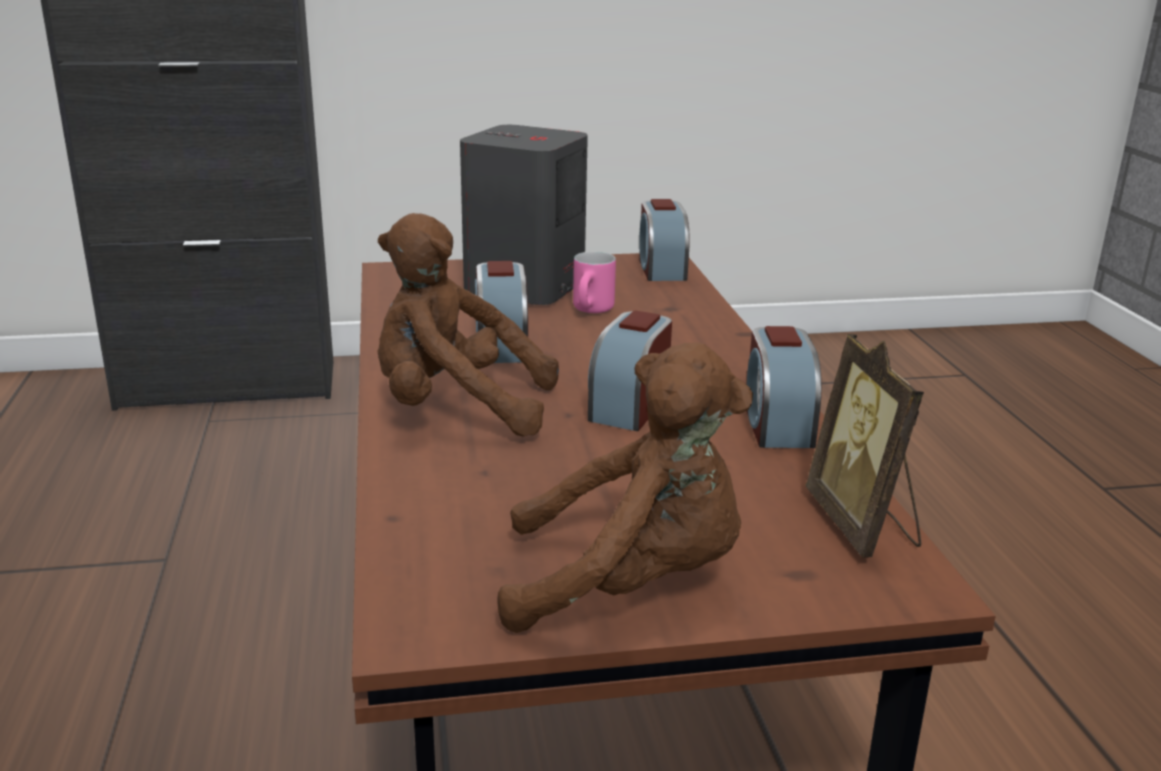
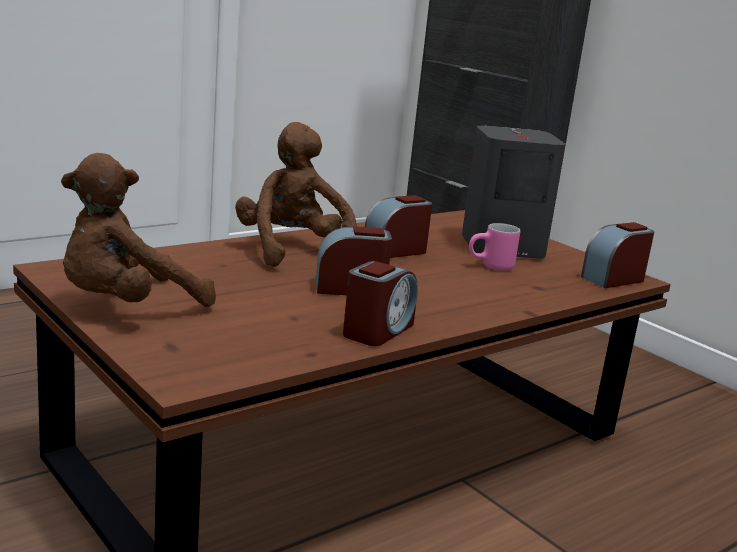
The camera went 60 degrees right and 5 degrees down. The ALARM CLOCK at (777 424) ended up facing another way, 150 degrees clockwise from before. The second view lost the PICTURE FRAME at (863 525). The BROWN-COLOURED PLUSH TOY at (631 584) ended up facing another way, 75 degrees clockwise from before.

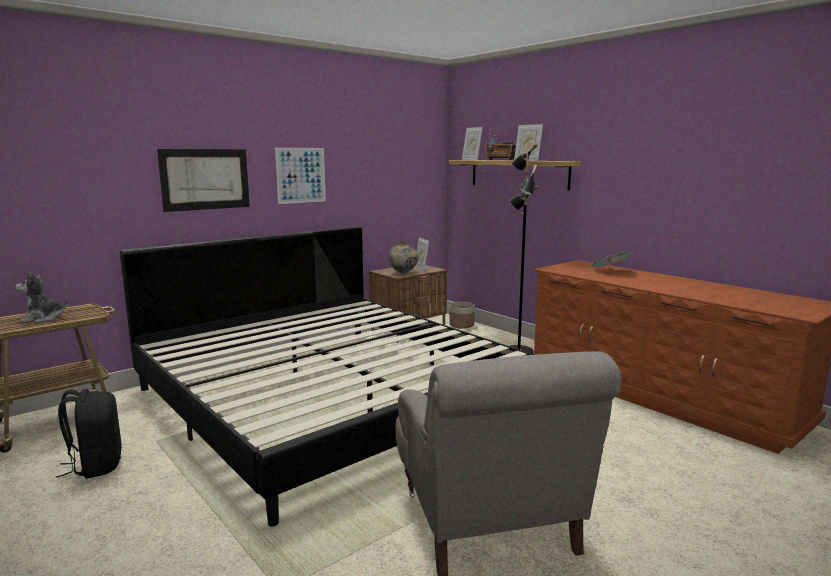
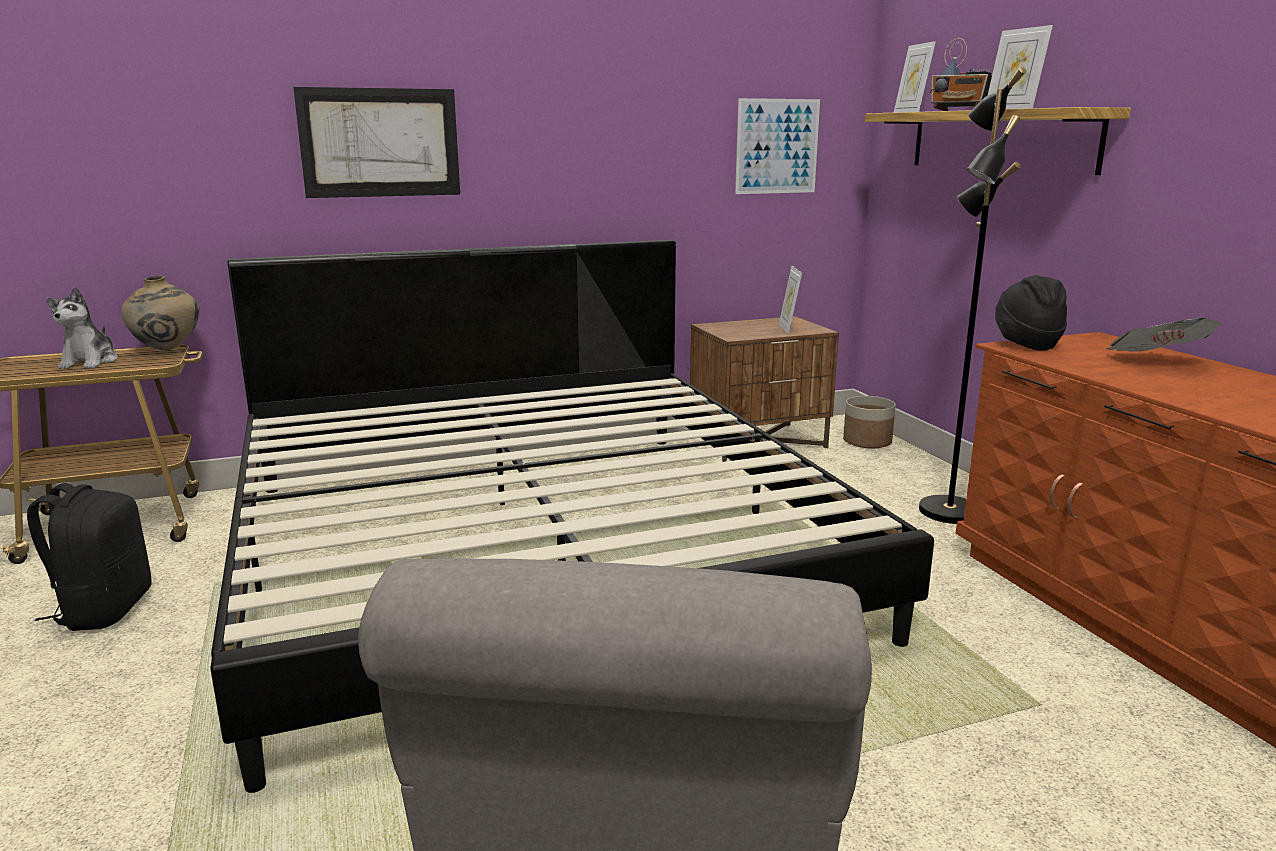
The camera went 20 degrees right and 5 degrees up. The PICTURE ended up elsewhere, having gone from (301 175) to (777 146). The BEIGE FLOWER VASE ended up elsewhere, having gone from (403 273) to (168 350). The PLUSH TOY at (43 318) ended up facing another way, 105 degrees counterclockwise from before. The second view gained the BLACK WEARABLE HAT at (1025 344).

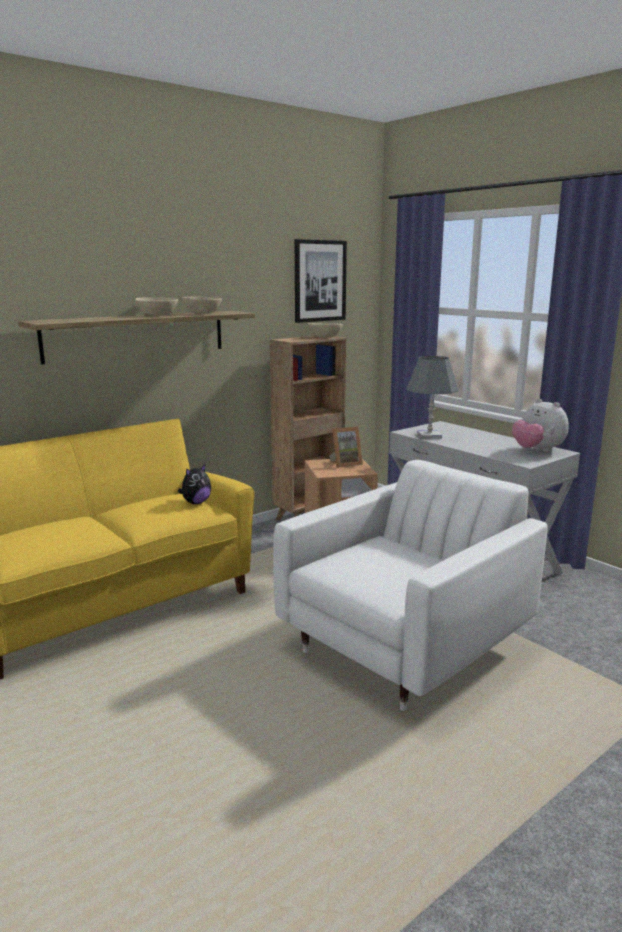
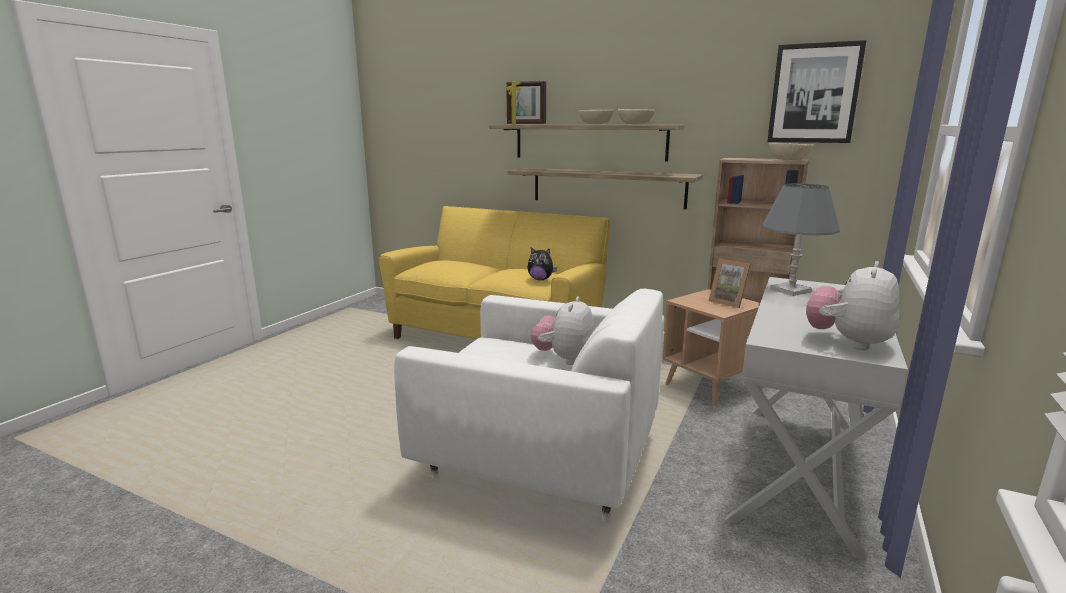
The camera went 65 degrees right and 0 degrees up. The second view gained the PICTURE FRAME at (526 124). The second view gained the BRACKET SHELF at (607 187). The second view gained the PLUSH TOY at (564 359).

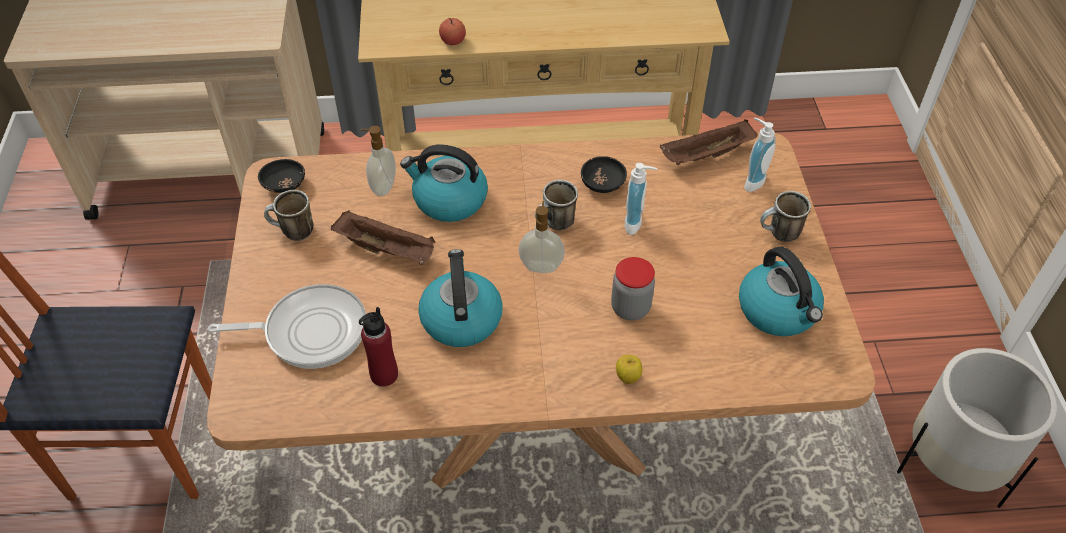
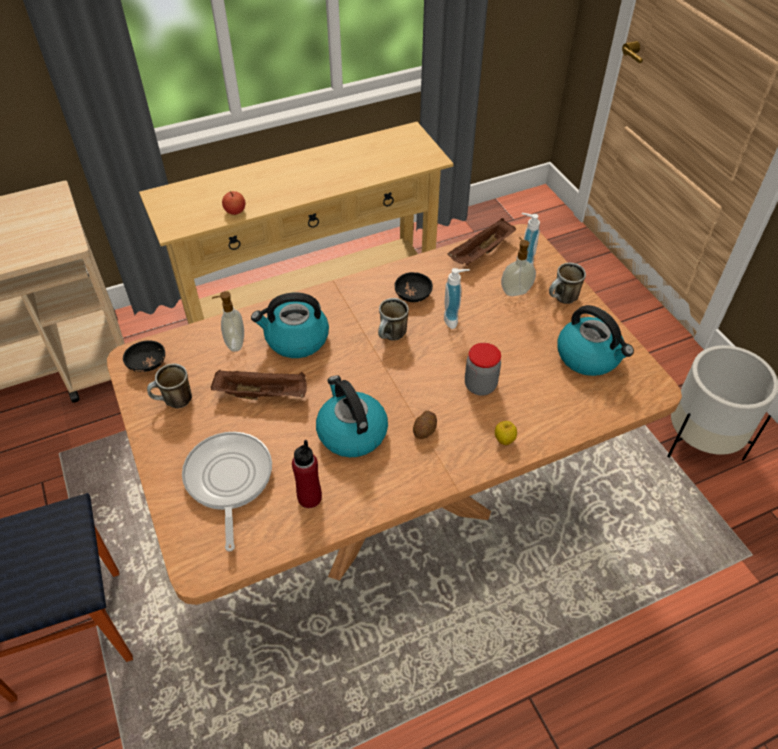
The camera went 20 degrees left and 0 degrees up. The LIQUID SOAP BOTTLE ended up elsewhere, having gone from (541 266) to (515 291). The SKILLET at (310 331) ended up facing another way, 75 degrees counterclockwise from before. The second view gained the SPUD at (425 430).

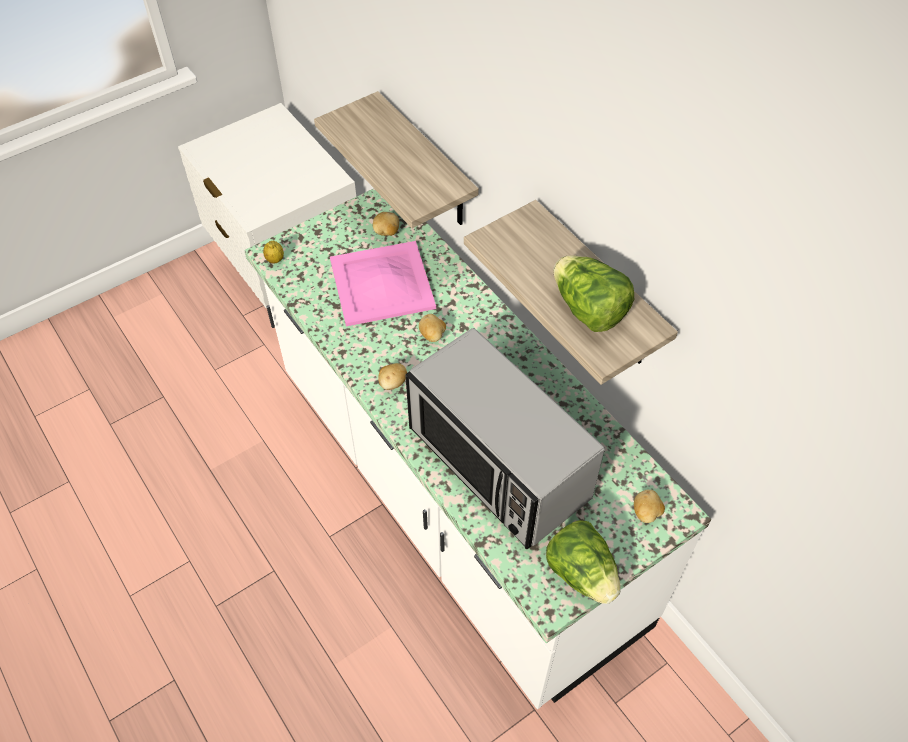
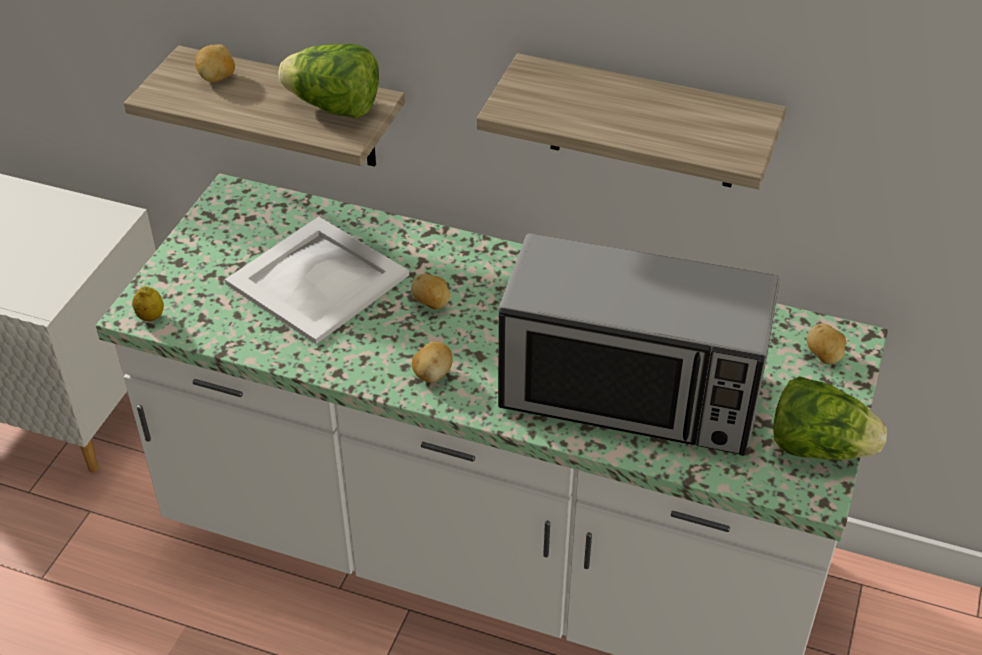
The camera went 35 degrees left and 10 degrees down. The SPUD ended up elsewhere, having gone from (386 232) to (217 78). What was the PINK CARRYING TRAY at (381 283) turned into the WHITE-COLOURED CARRYING TRAY at (316 279). The HEAD OF LETTUCE ended up elsewhere, having gone from (588 310) to (334 107).

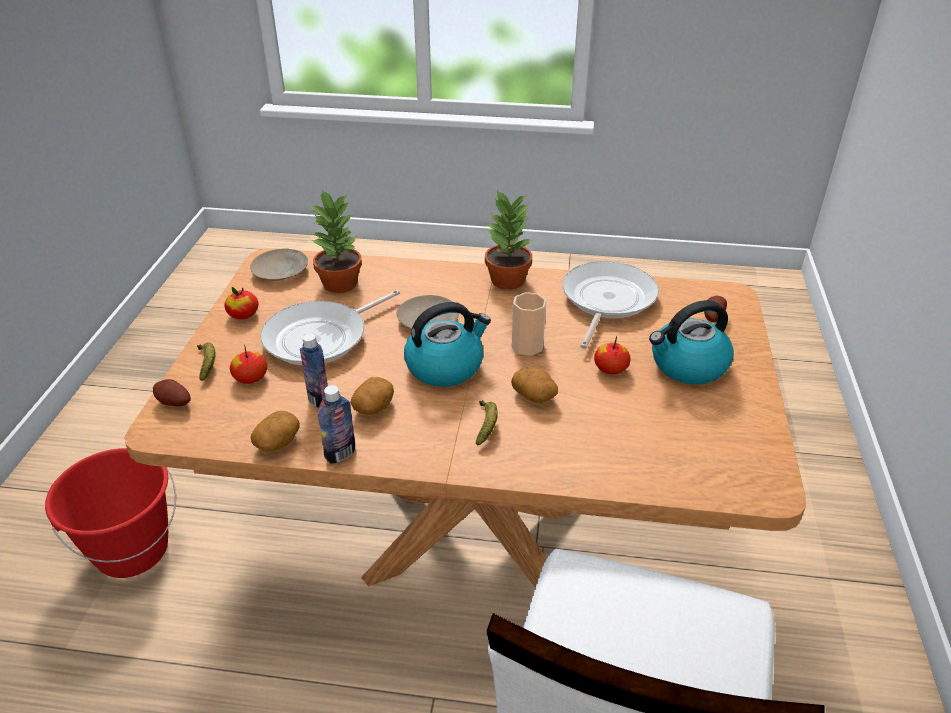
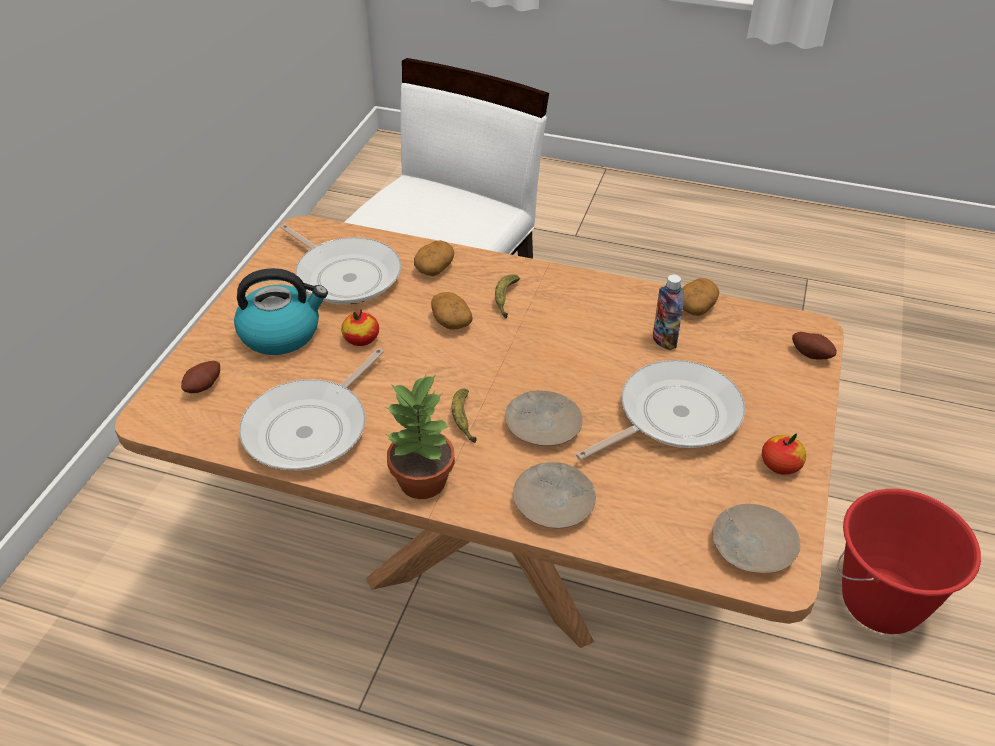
The camera went 170 degrees left and 5 degrees up. The second view lost the POTTED PLANT at (340 283). The second view lost the CUP at (527 346). The second view lost the WATER KETTLE at (445 366). The BANANA FRUIT ended up elsewhere, having gone from (207 364) to (463 419). The second view lost the APPLE FRUIT at (250 377). The SPUD ended up elsewhere, having gone from (373 407) to (434 268). The second view lost the BEVERAGE BOTTLE at (340 454). The second view gained the SKILLET at (345 275). The second view gained the BEIGE FLAT DISH at (554 501).

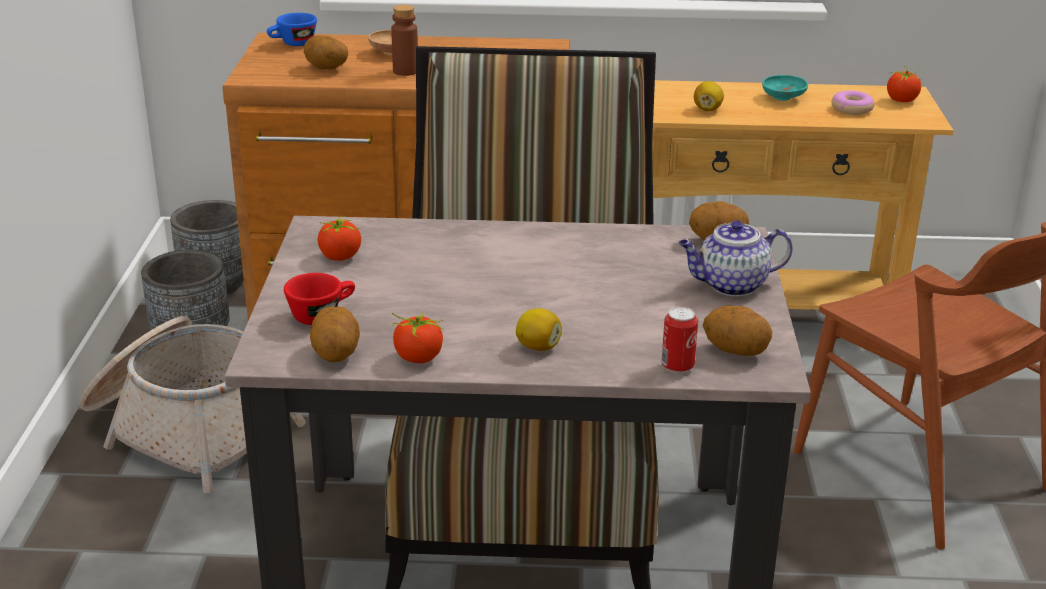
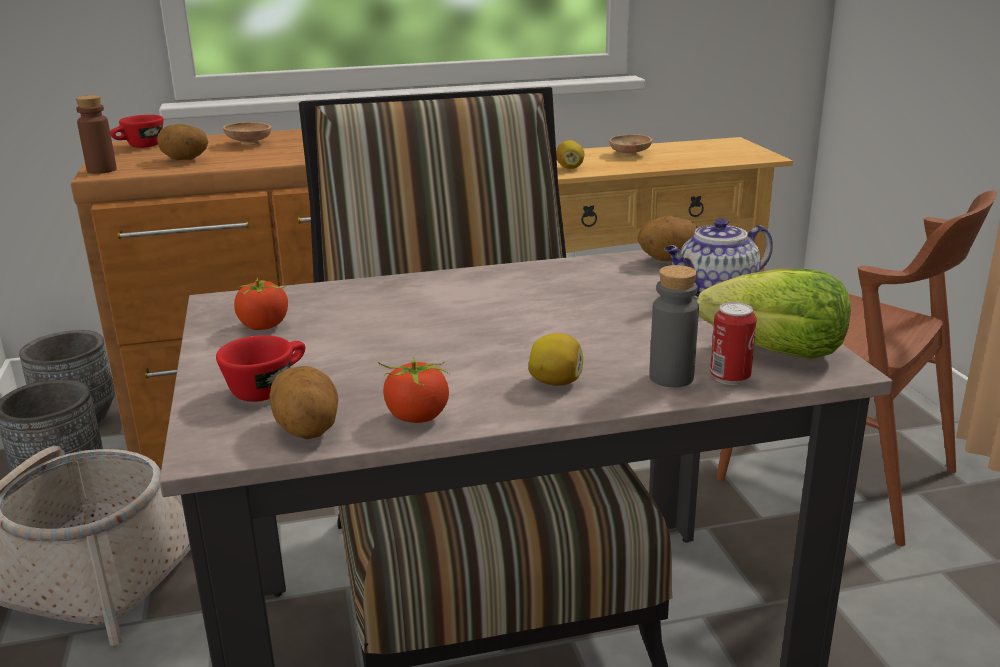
The camera went 15 degrees left and 5 degrees down. The BROWN-COLOURED BEVERAGE BOTTLE ended up elsewhere, having gone from (405 71) to (102 170). What was the BLUISH CUP at (293 44) turned into the RED-COLOURED CUP at (140 147). The second view lost the WHOLE TOMATO at (901 100). What was the TURQUOISE SERVING BOWL at (783 98) turned into the BROWN-COLOURED SERVING BOWL at (630 154). The second view lost the DOUGHNUT at (852 109). Where the SPUD stood at (735 351), the HEAD OF LETTUCE came to stand at (777 352). The second view gained the GREY BEVERAGE BOTTLE at (671 377).

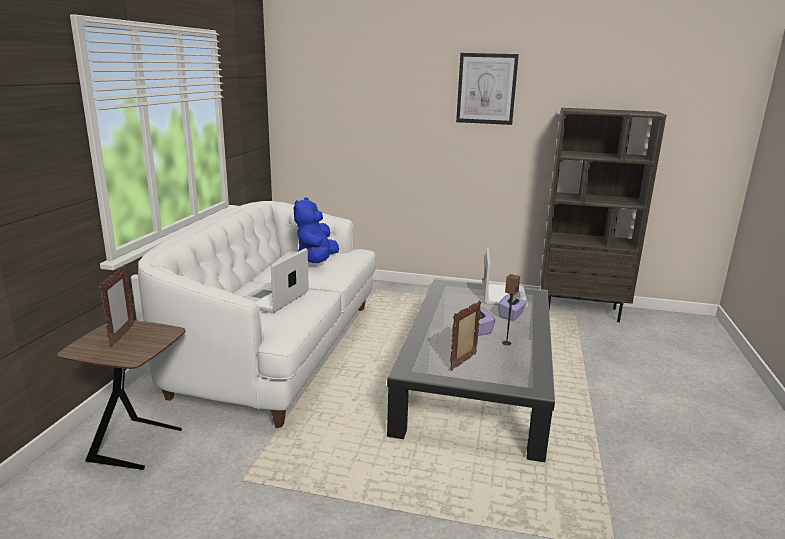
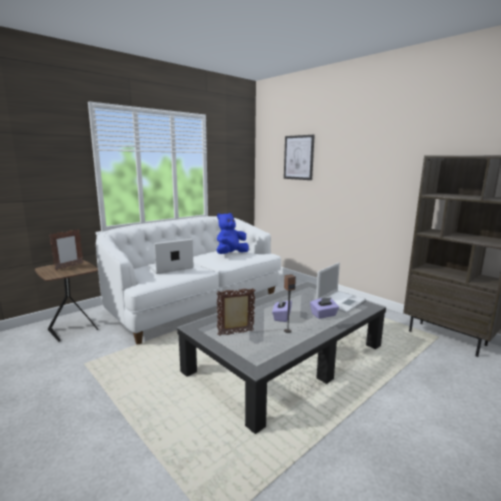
The camera went 35 degrees right and 5 degrees down. The PICTURE ended up elsewhere, having gone from (486 89) to (298 157).

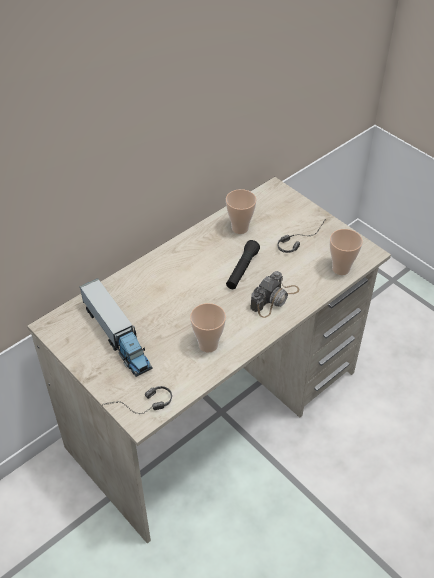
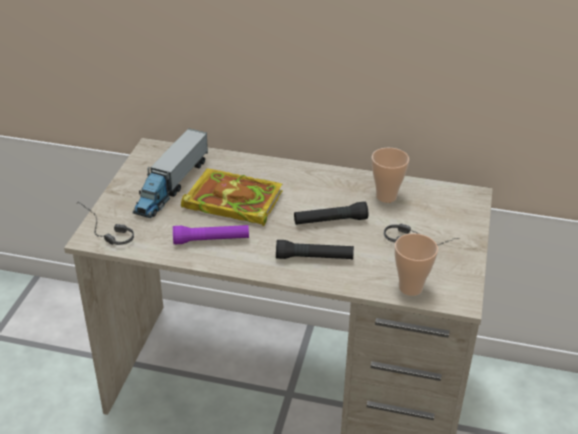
The camera went 55 degrees right and 10 degrees down. Where the PHOTO CAMERA stood at (274 298), the BLACK FLASHLIGHT came to stand at (314 258). Where the CUP stood at (208 344), the PURPLISH FLASHLIGHT came to stand at (211 240). The second view gained the BOOK at (231 201).

